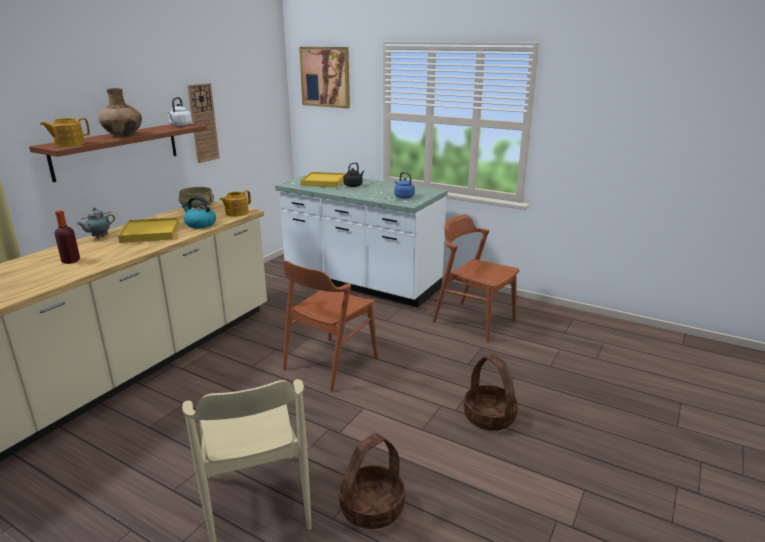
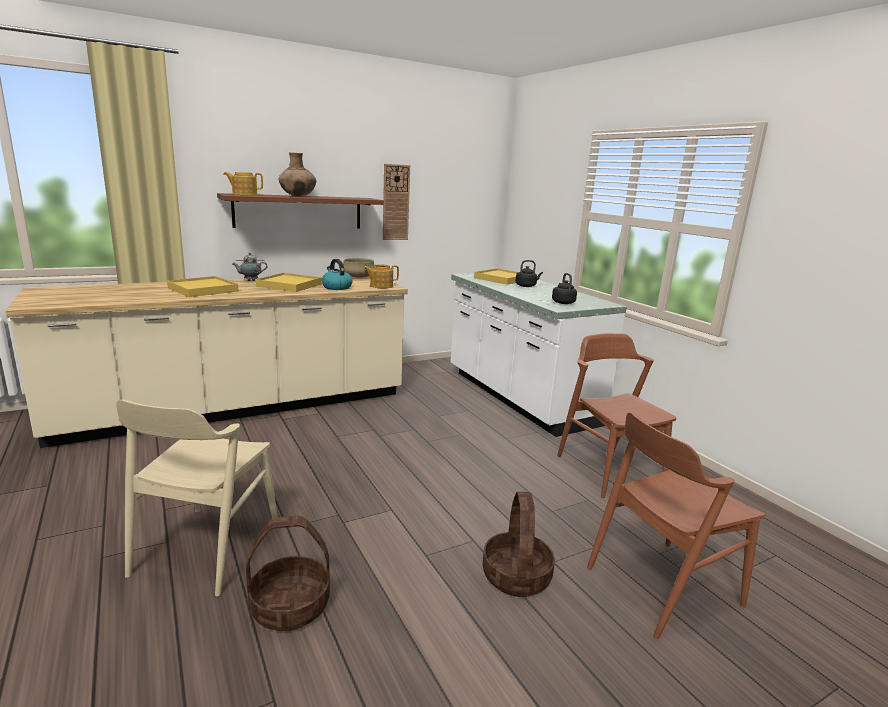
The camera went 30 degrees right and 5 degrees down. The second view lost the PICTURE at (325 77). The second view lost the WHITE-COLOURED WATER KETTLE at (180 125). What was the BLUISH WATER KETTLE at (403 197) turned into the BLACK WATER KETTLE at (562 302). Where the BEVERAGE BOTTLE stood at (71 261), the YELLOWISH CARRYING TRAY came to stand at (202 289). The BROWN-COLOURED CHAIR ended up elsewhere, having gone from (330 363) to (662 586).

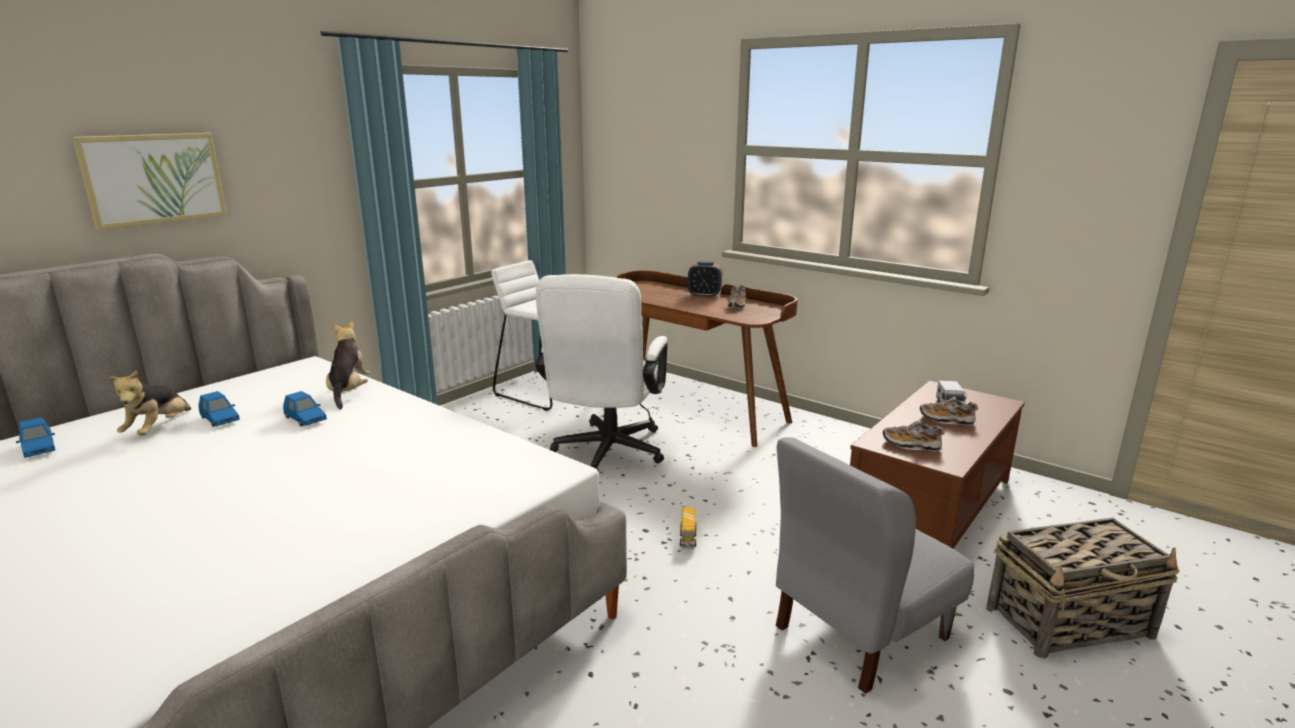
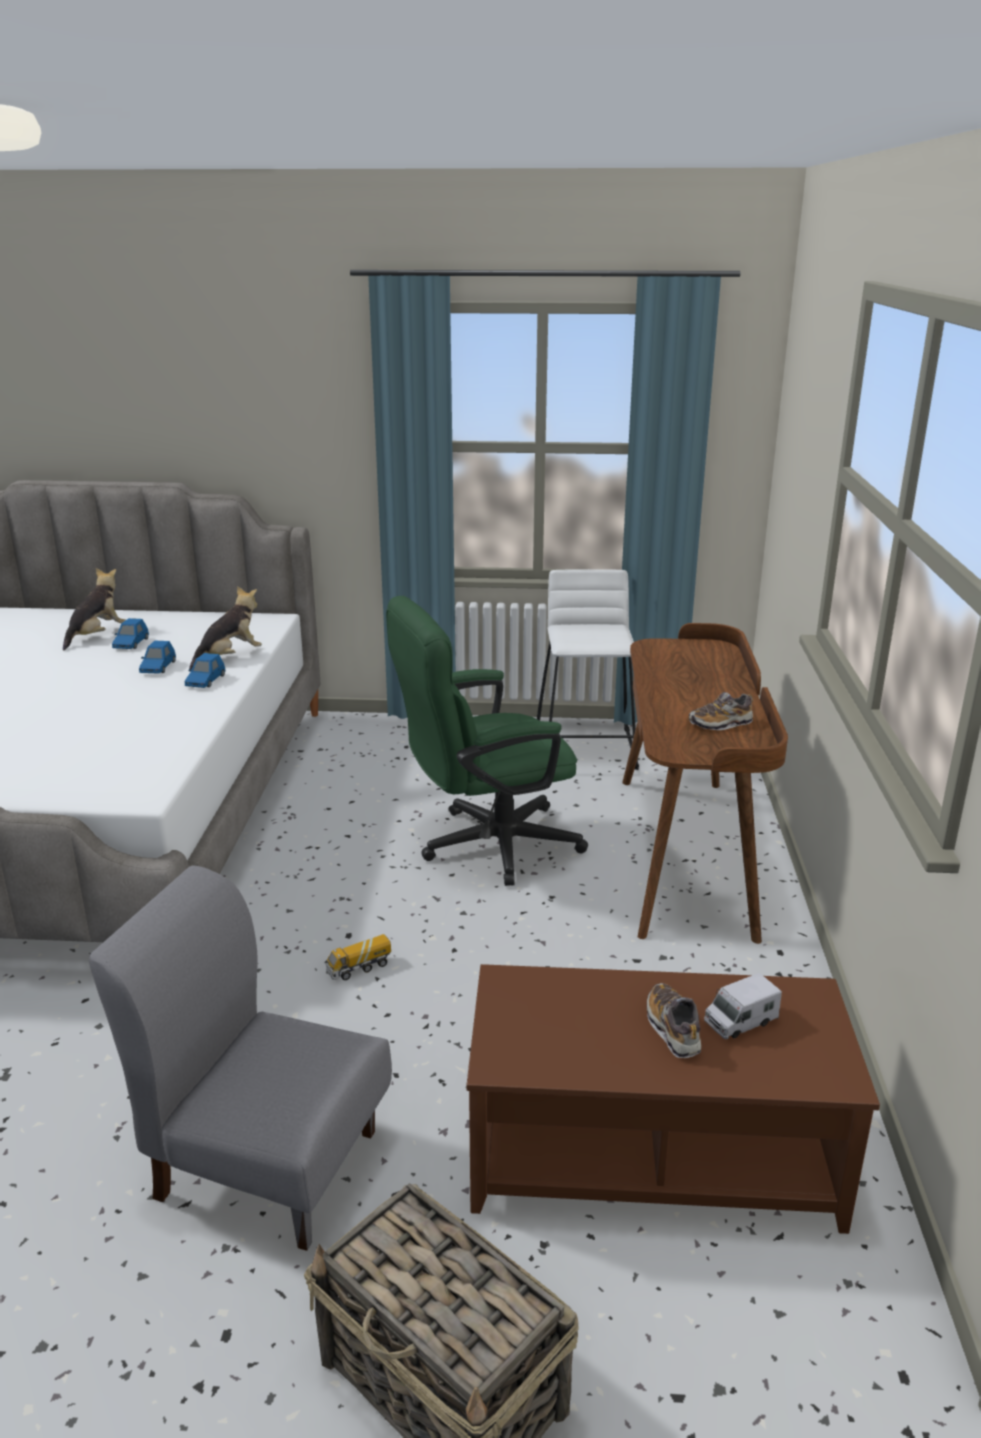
The camera went 55 degrees right and 5 degrees up. The second view lost the PICTURE at (154 179). The second view lost the ALARM CLOCK at (704 295). What was the WHITE-COLOURED OFFICE CHAIR at (606 454) turned into the GREEN-COLOURED OFFICE CHAIR at (486 846). The PLUSH TOY at (159 429) ended up facing another way, 150 degrees clockwise from before. The BLUISH MODEL CAR ended up elsewhere, having gone from (39 448) to (205 681). The second view lost the LOW SHOE at (911 445).

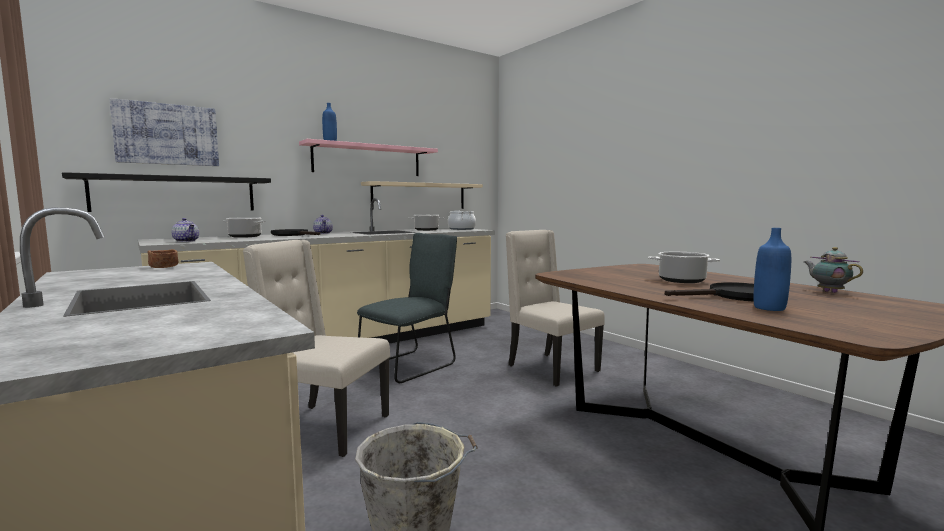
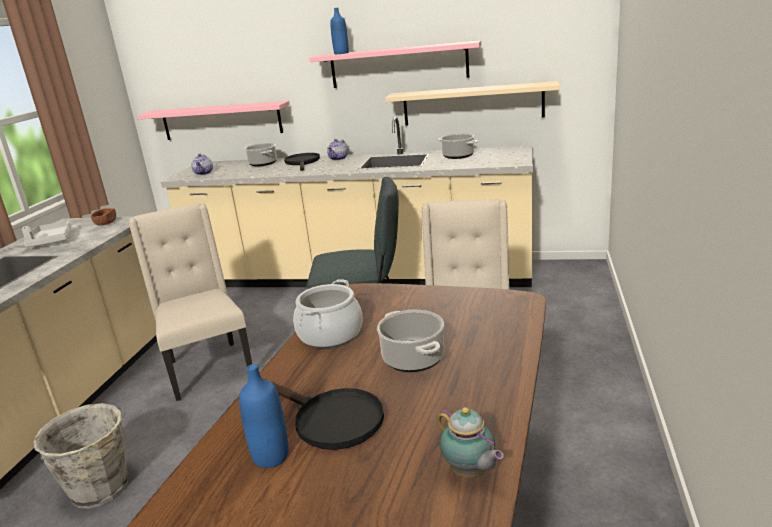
The camera went 50 degrees right and 15 degrees up. The second view lost the PICTURE at (167 134). What was the BLACK BRACKET SHELF at (176 194) turned into the PINK BRACKET SHELF at (221 121). The SAUCEPOT ended up elsewhere, having gone from (461 229) to (330 334). The TEAPOT at (828 291) ended up facing another way, 120 degrees clockwise from before. The second view gained the GREY CARRYING TRAY at (50 241).

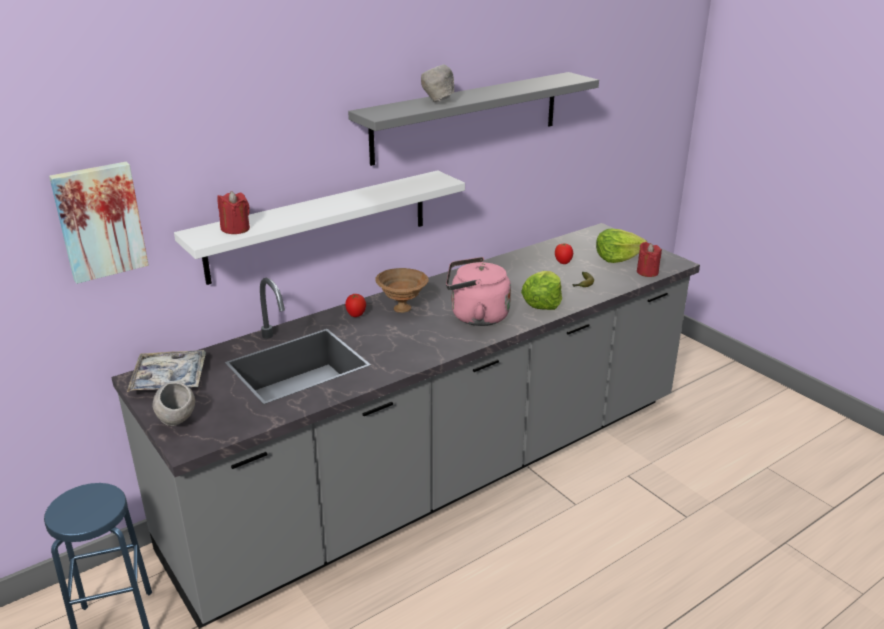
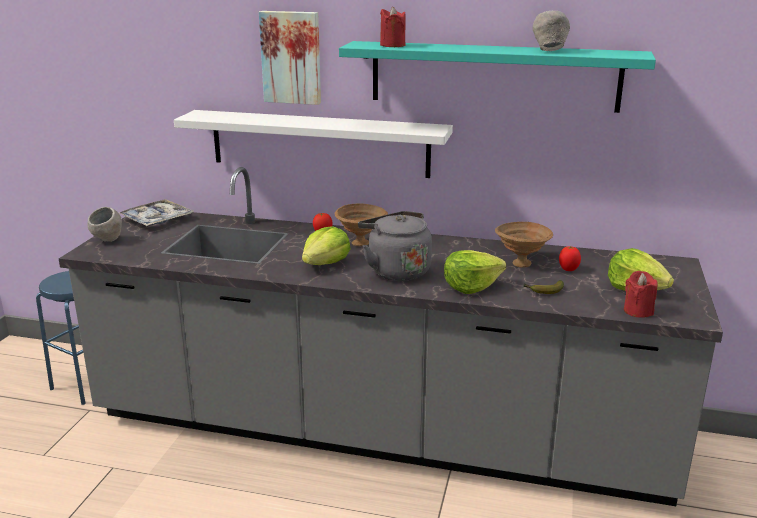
The camera went 50 degrees right and 5 degrees down. The GREY SERVING BOWL ended up elsewhere, having gone from (437 101) to (549 51). What was the GREY BRACKET SHELF at (467 117) turned into the TURQUOISE BRACKET SHELF at (493 76). The PICTURE ended up elsewhere, having gone from (99 221) to (291 57). The RED-COLOURED CANDLE ended up elsewhere, having gone from (235 229) to (392 45). What was the PINK WATER KETTLE at (475 316) turned into the GREY WATER KETTLE at (396 270). The second view gained the BROWN-COLOURED SERVING BOWL at (520 263). The second view gained the HEAD OF LETTUCE at (326 263).

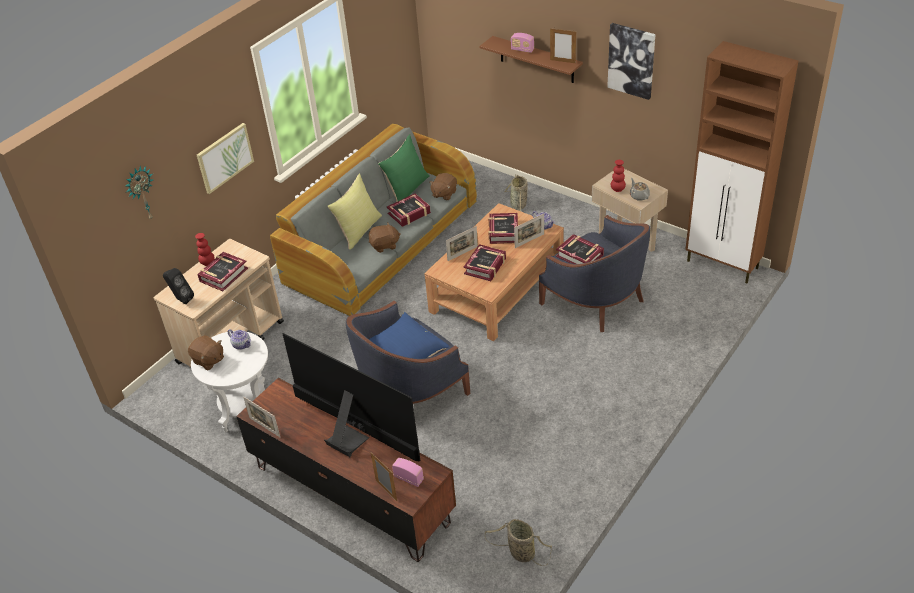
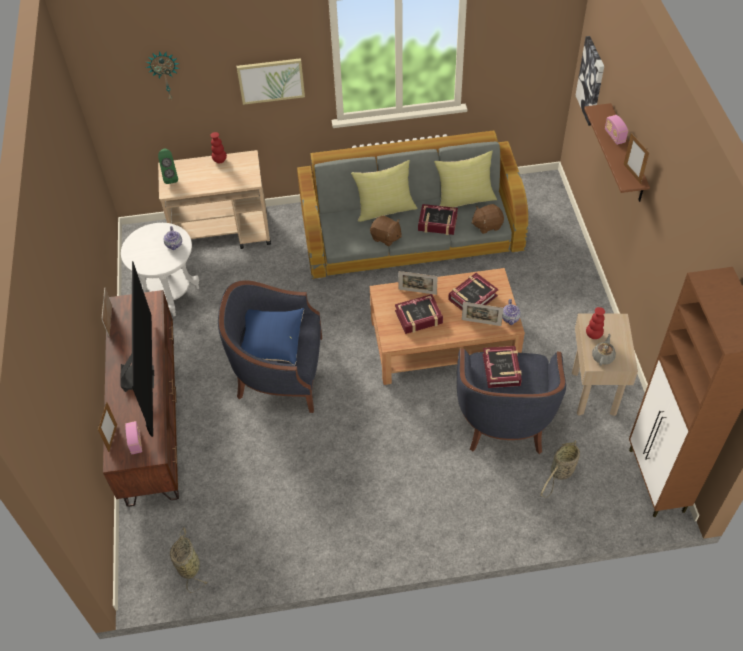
The camera went 45 degrees right and 10 degrees up. The PICTURE ended up elsewhere, having gone from (631 60) to (591 81). What was the GREEN-COLOURED THROW PILLOW at (407 189) turned into the YELLOWISH THROW PILLOW at (464 199). The BASKET ended up elsewhere, having gone from (519 206) to (560 473). The second view lost the BOOK at (223 275). What was the BLACK SPEAKER at (181 299) turned into the GREEN-COLOURED SPEAKER at (171 177). The second view lost the BROWN-COLOURED PLUSH TOY at (208 360).

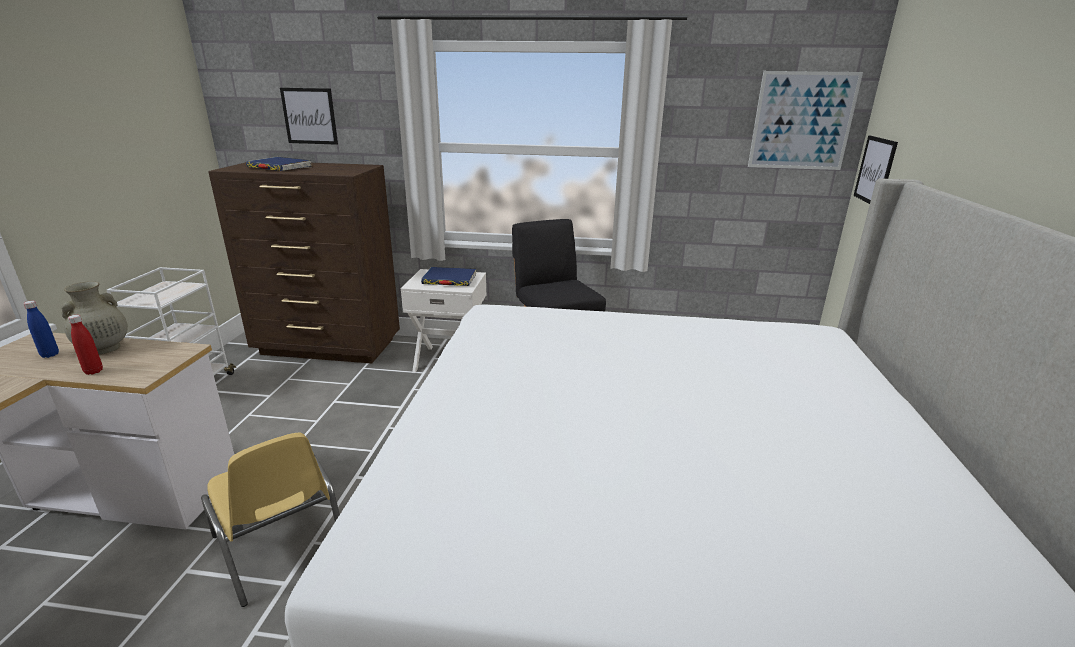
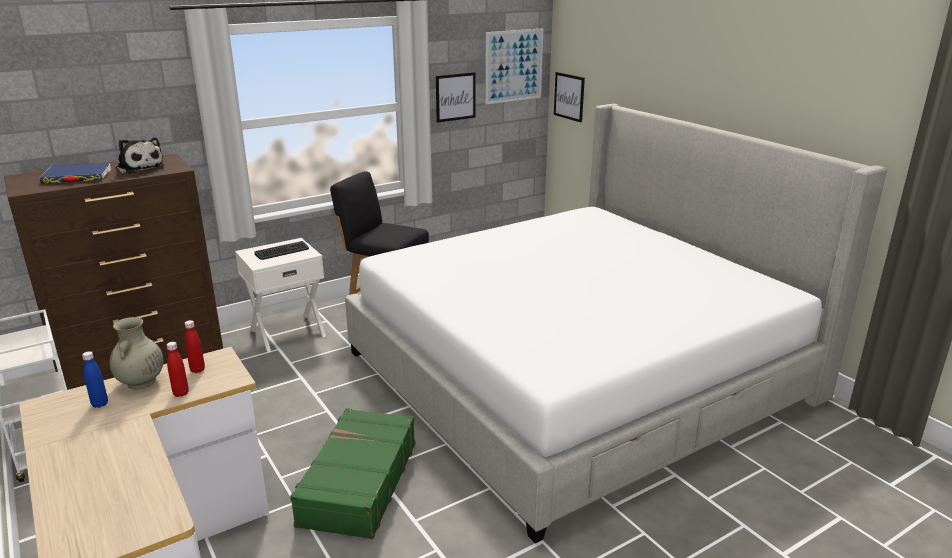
The camera went 40 degrees left and 0 degrees up. The PICTURE ended up elsewhere, having gone from (309 116) to (455 97). Where the BLUISH BOOK stood at (449 279), the PC KEYBOARD came to stand at (282 251). Where the YELLOWISH CHAIR stood at (281 546), the GREEN-COLOURED PIECE OF LUGGAGE came to stand at (358 483). The second view gained the PLUSH TOY at (139 167). The second view gained the RED-COLOURED BEVERAGE BOTTLE at (197 370).

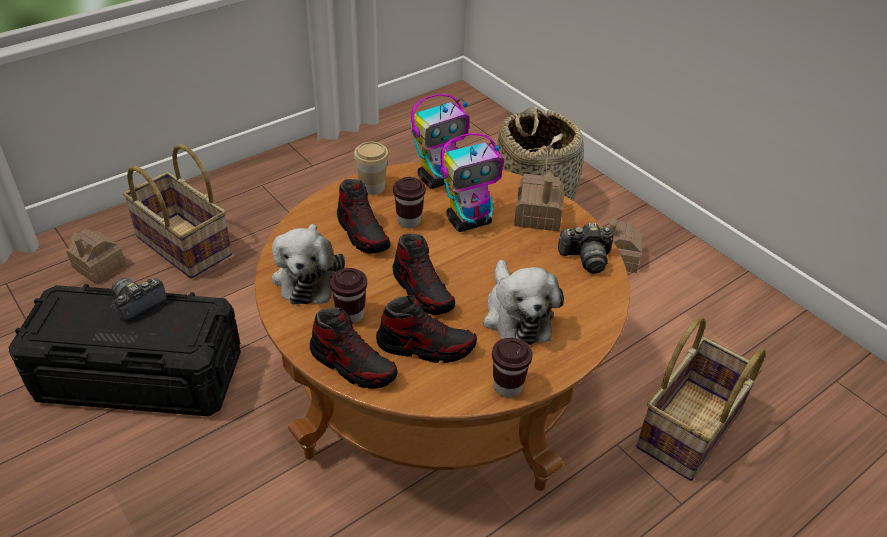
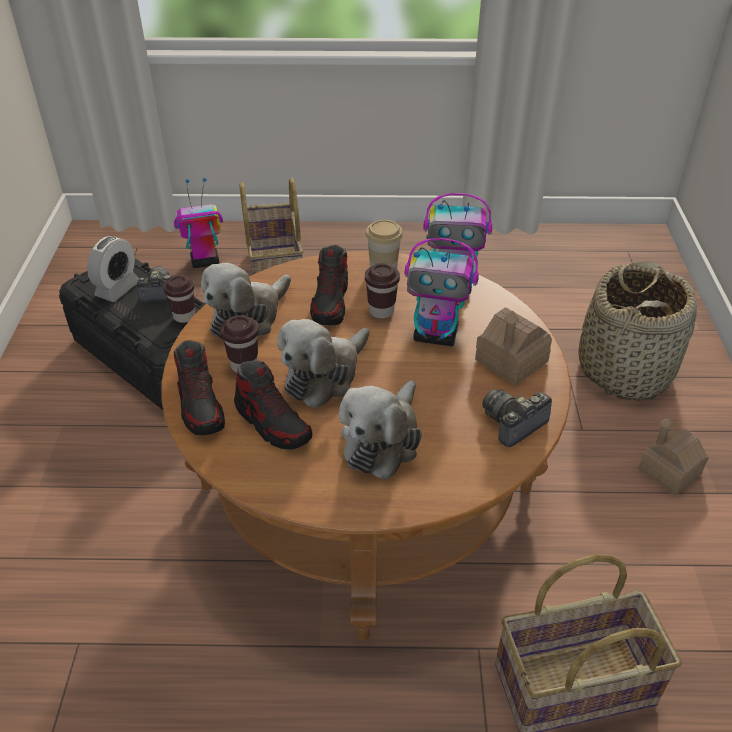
The camera went 40 degrees right and 0 degrees up. The PHOTO CAMERA at (586 258) ended up facing another way, 105 degrees clockwise from before. Where the MINIATURE HOUSE stood at (99 266), the MODEL ROBOT came to stand at (204 262). Where the LOW SHOE stood at (422 291), the PLUSH TOY came to stand at (324 375). The BROWN-COLOURED CUP ended up elsewhere, having gone from (507 387) to (184 316). The second view gained the ALARM CLOCK at (117 289).

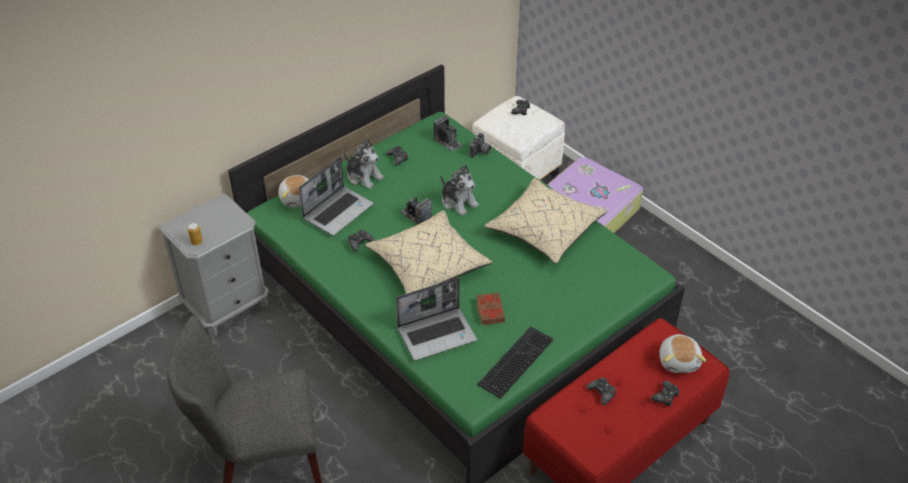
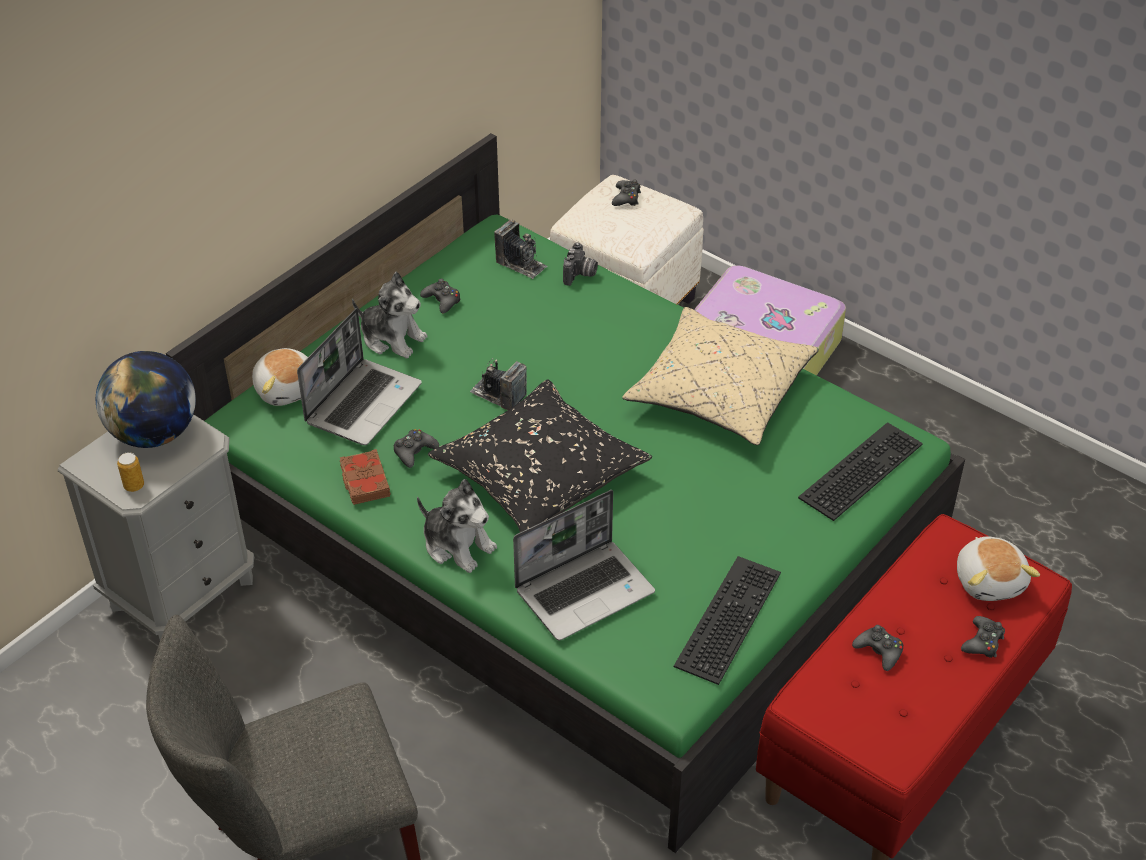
The camera went 10 degrees left and 0 degrees up. The PLUSH TOY ended up elsewhere, having gone from (458 202) to (458 545). What was the BEIGE THROW PILLOW at (427 264) turned into the BLACK THROW PILLOW at (538 475). The BROWN-COLOURED BOOK ended up elsewhere, having gone from (490 311) to (364 482). The second view gained the WORLD GLOBE at (154 433). The second view gained the PC KEYBOARD at (859 468).

